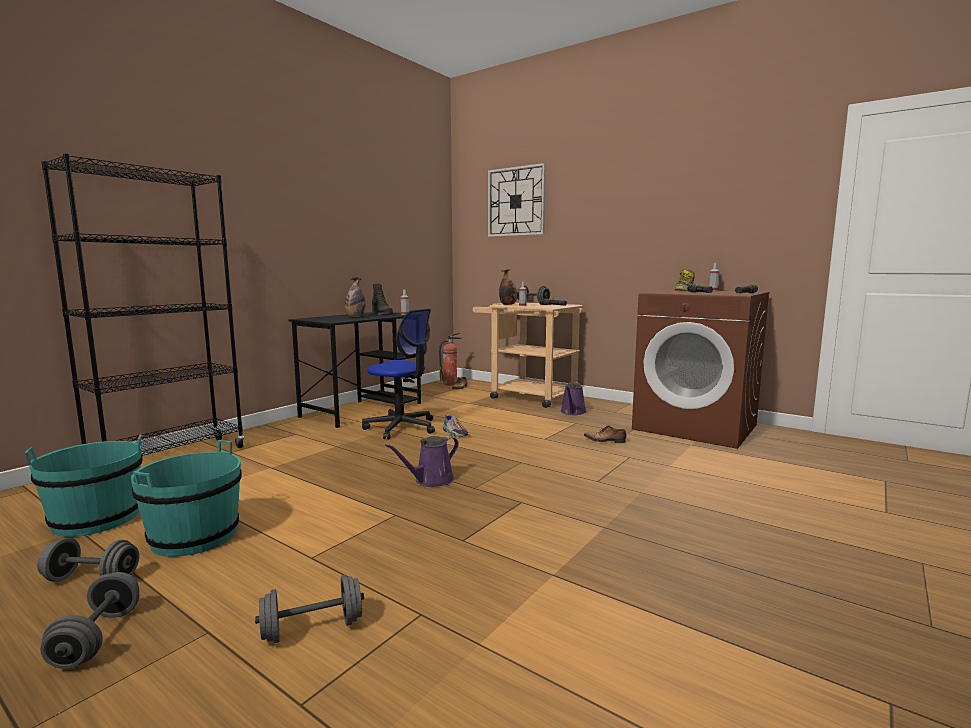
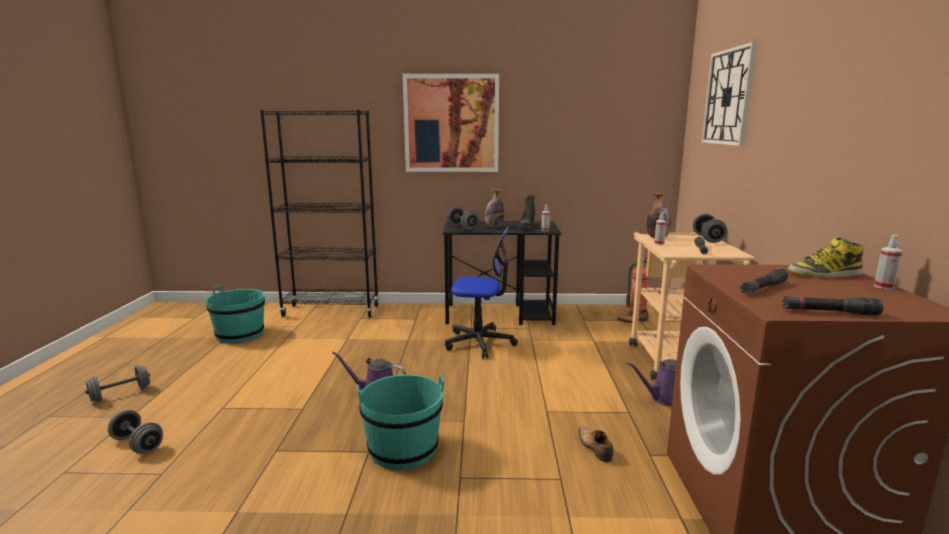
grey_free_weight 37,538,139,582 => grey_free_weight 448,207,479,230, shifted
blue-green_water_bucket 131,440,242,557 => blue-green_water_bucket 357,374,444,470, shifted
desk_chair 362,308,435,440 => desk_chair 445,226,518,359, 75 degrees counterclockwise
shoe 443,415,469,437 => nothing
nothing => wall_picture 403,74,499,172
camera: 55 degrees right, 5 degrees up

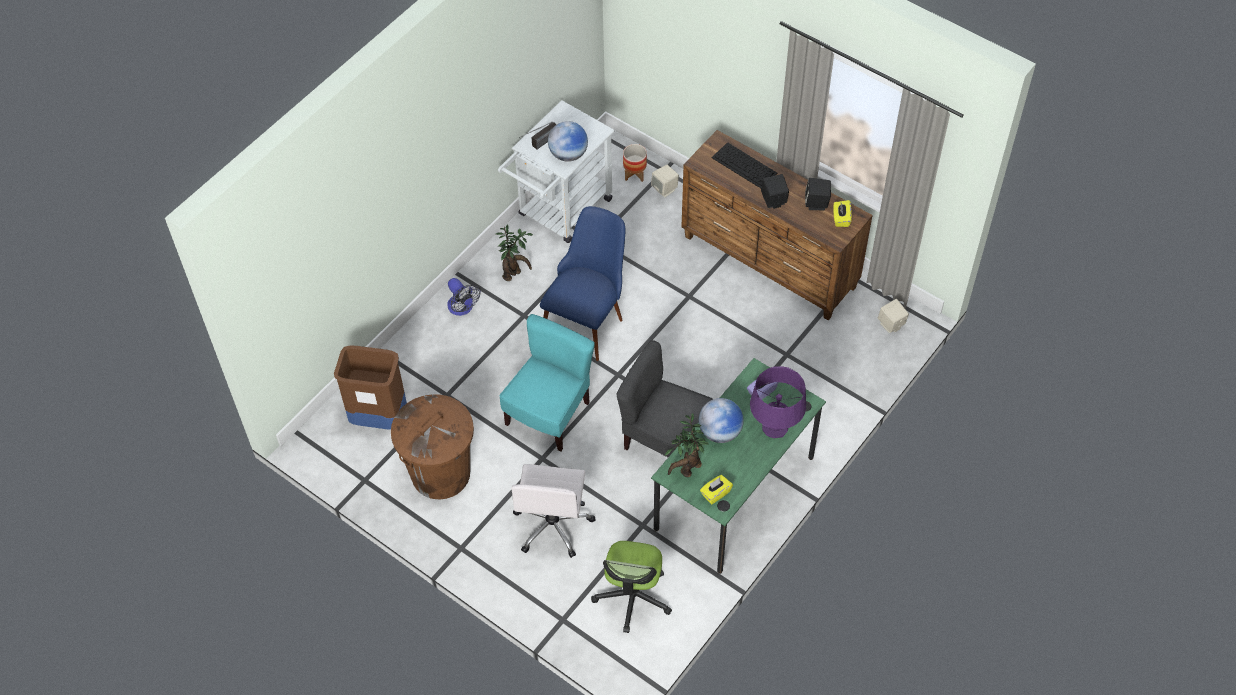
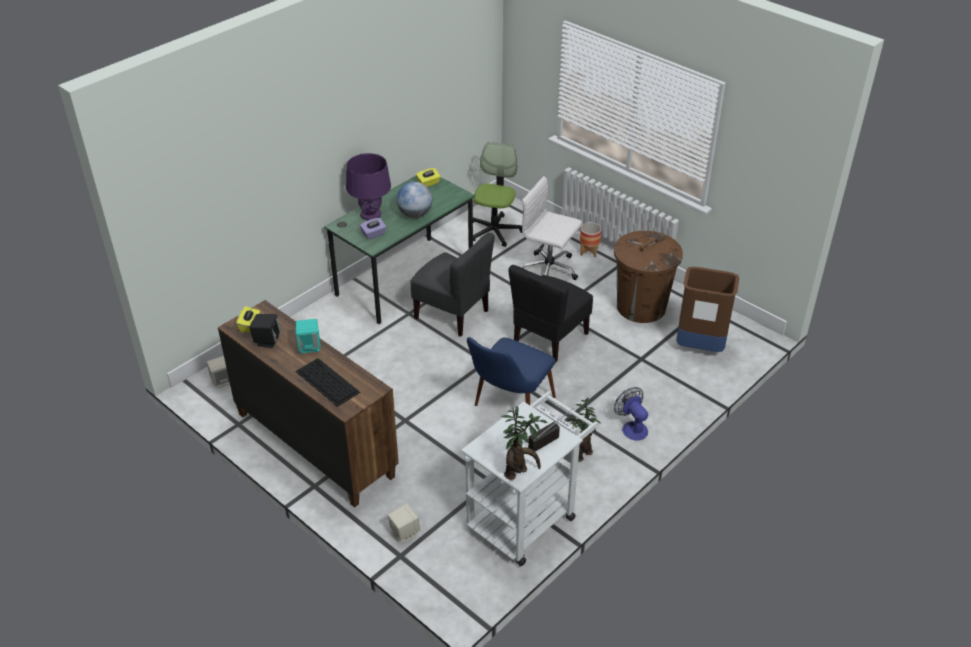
blue-green_upright_chair 500,314,595,452 => blackish_upright_chair 508,265,593,363
white_desk_chair 511,464,595,558 => white_desk_chair 522,176,582,280, 75 degrees counterclockwise
world_globe 548,121,588,162 => nothing
planter 623,144,647,182 => planter 580,222,602,257, shifted
potted_plant 664,413,708,477 => potted_plant 501,406,548,480, shifted
blackish_audio_speaker 761,174,789,209 => blue-green_audio_speaker 296,319,321,353
camera: 175 degrees left, 15 degrees down

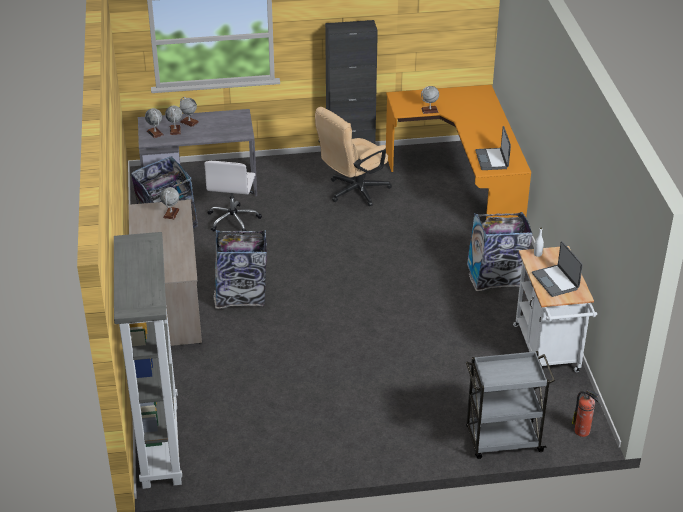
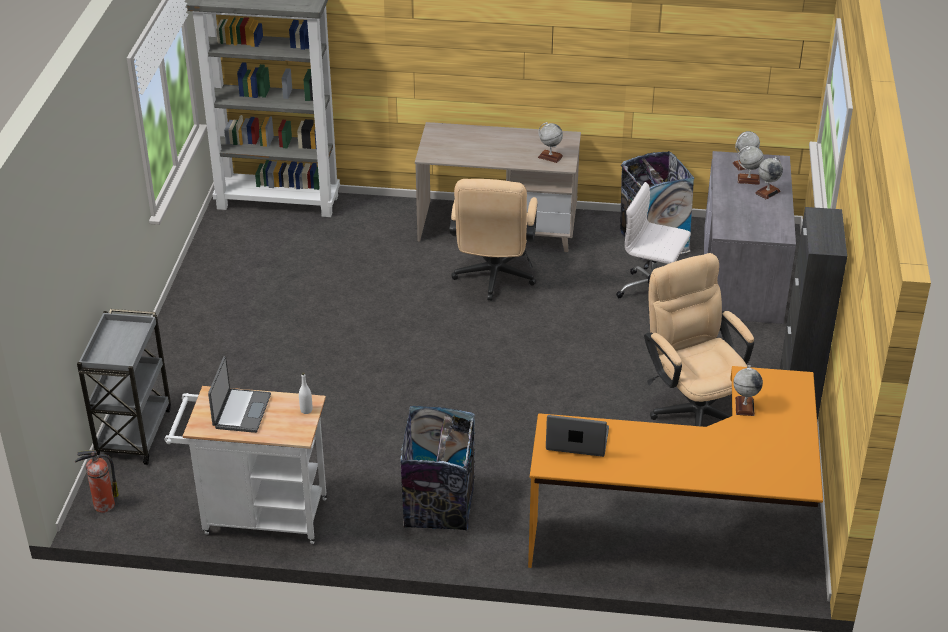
waste_bin 213,230,267,309 => beige_desk_chair 449,179,538,300
notebook_computer 532,241,583,297 => notebook_computer 208,356,271,433, 105 degrees clockwise
camera: 105 degrees right, 0 degrees up

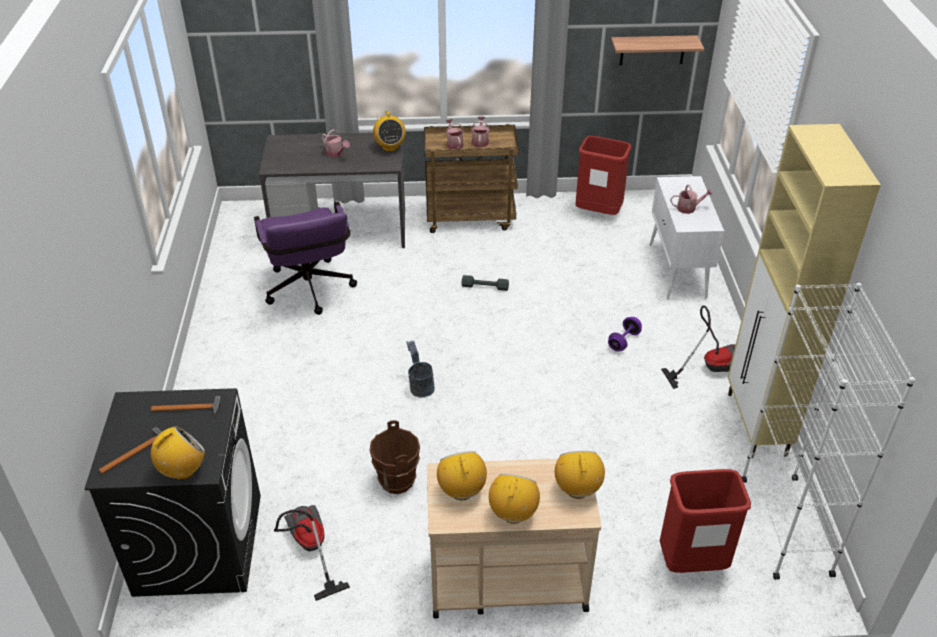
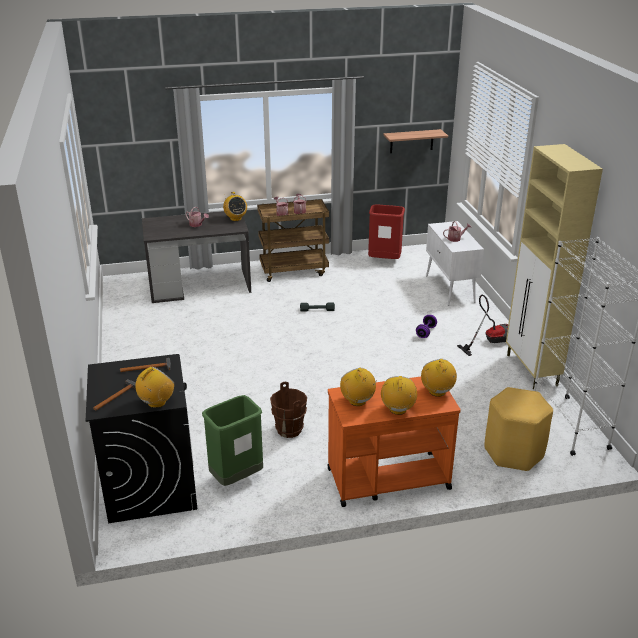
purplish_desk_chair 254,201,357,315 => nothing
hoover 274,505,350,601 => green_waste_bin 202,395,263,486
grey_water_bucket 406,341,435,398 => nothing
beige_trolley 427,459,601,619 => orange-coloured_trolley 328,377,461,507
reddish_waste_bin 660,469,751,573 => yellow-coloured_stool 484,387,553,471
camera: 10 degrees left, 10 degrees down

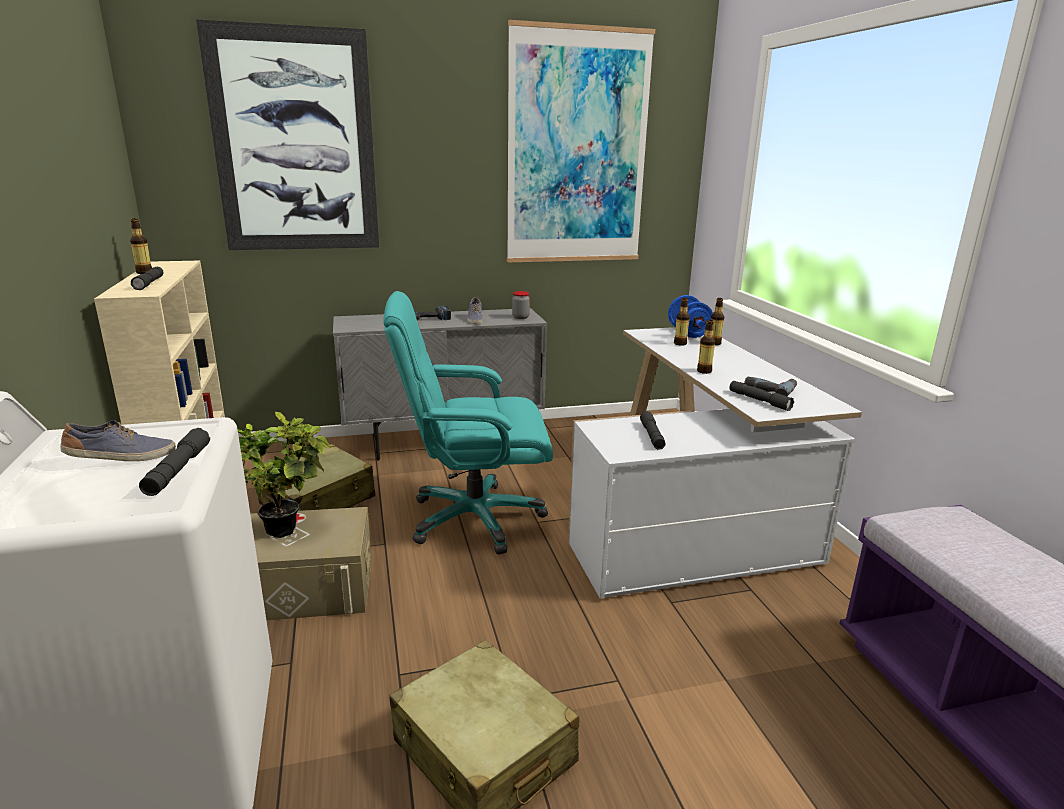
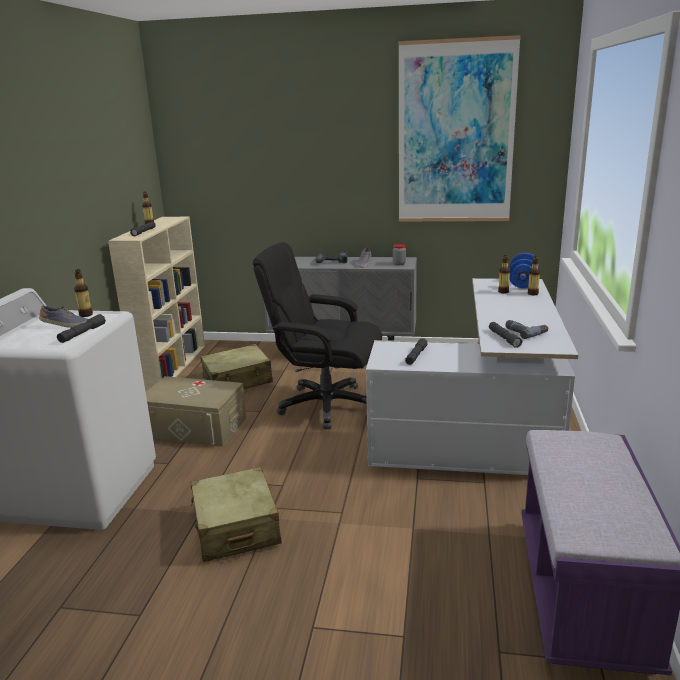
wall_picture 196,20,379,250 => nothing
potted_plant 238,412,330,538 => nothing
blue-green_desk_chair 383,291,553,554 => blackish_desk_chair 253,242,382,429
drink_bottle 697,320,715,374 => drink_bottle 74,269,93,317, shifted
camera: 25 degrees right, 0 degrees up

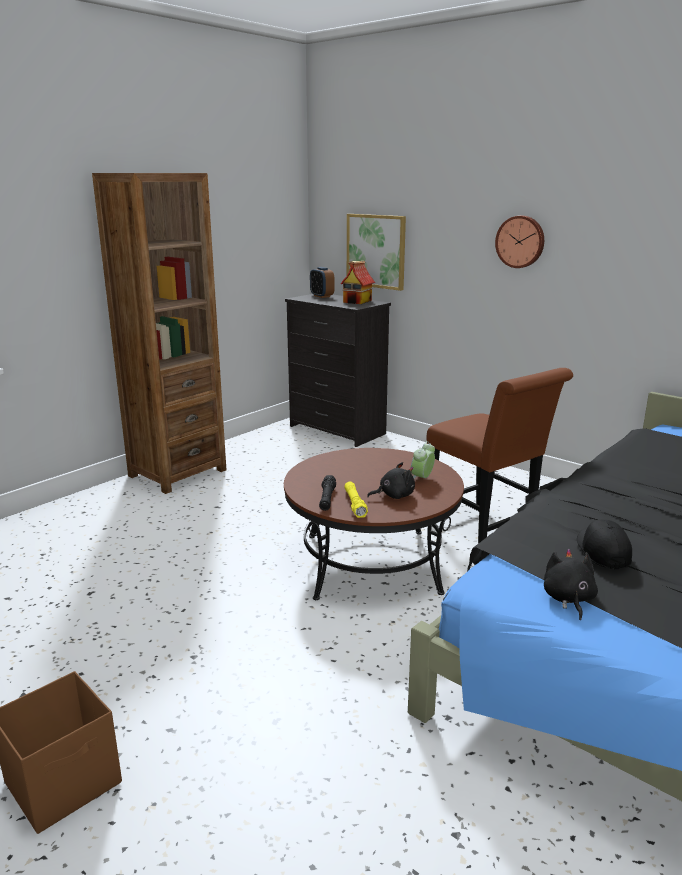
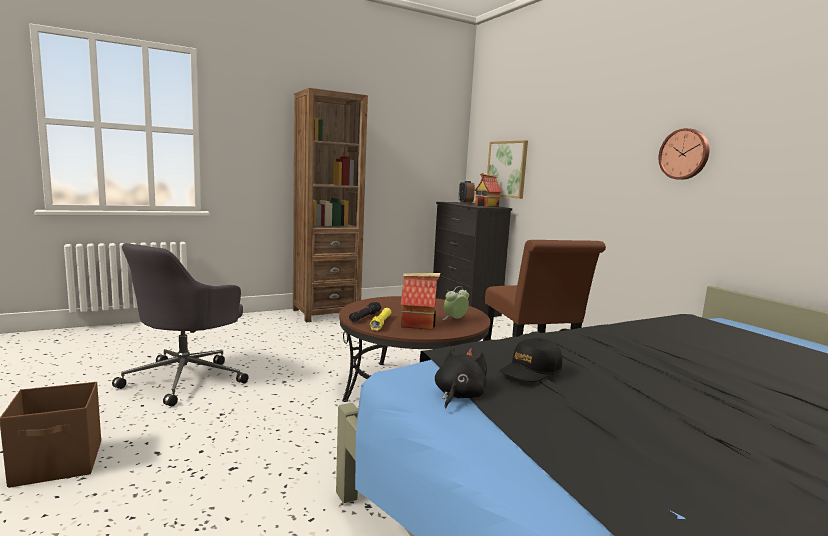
blackish_cuddly_toy 367,462,415,499 => miniature_house 401,273,441,330
clock_on_the_wall 495,216,544,268 => clock_on_the_wall 659,128,709,180, shifted
blackish_peaked_cap 577,519,632,569 => blackish_peaked_cap 500,338,563,382, 150 degrees counterclockwise
nothing => grey_desk_chair 112,243,249,406
camera: 20 degrees right, 10 degrees down

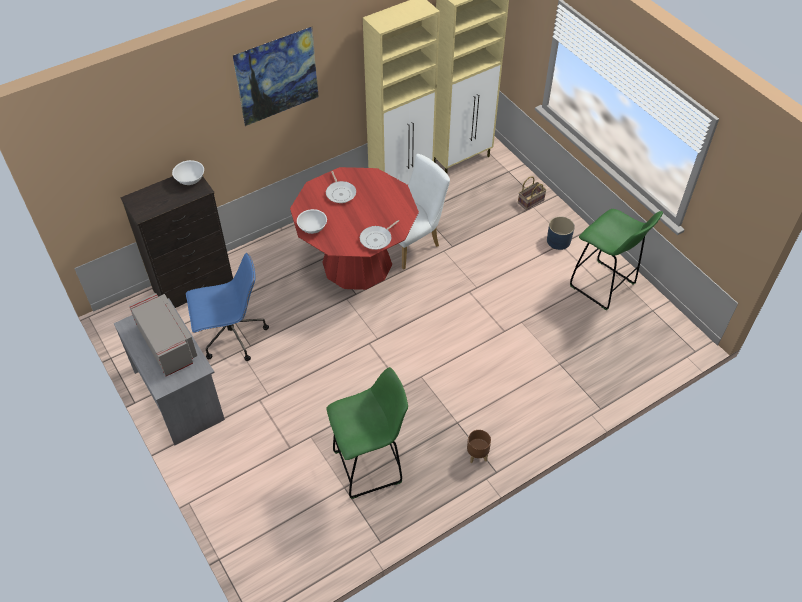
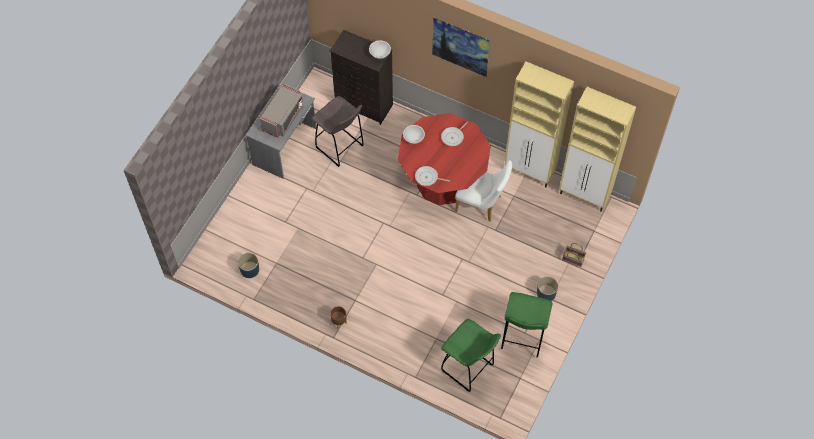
bluish_desk_chair 186,253,269,361 => grey_stool 311,96,364,167
green_stool 326,367,408,499 => green_stool 441,319,501,392, shifted
nothing => bluish_planter 238,253,259,278
camera: 60 degrees right, 10 degrees up

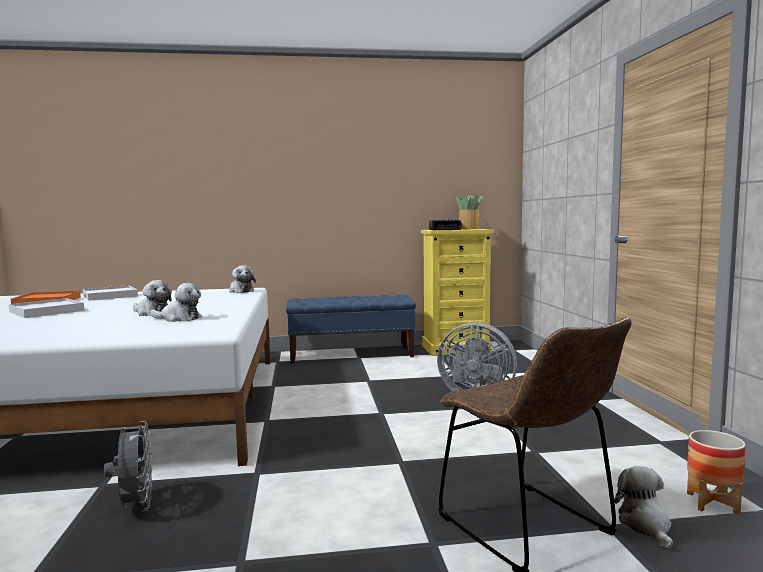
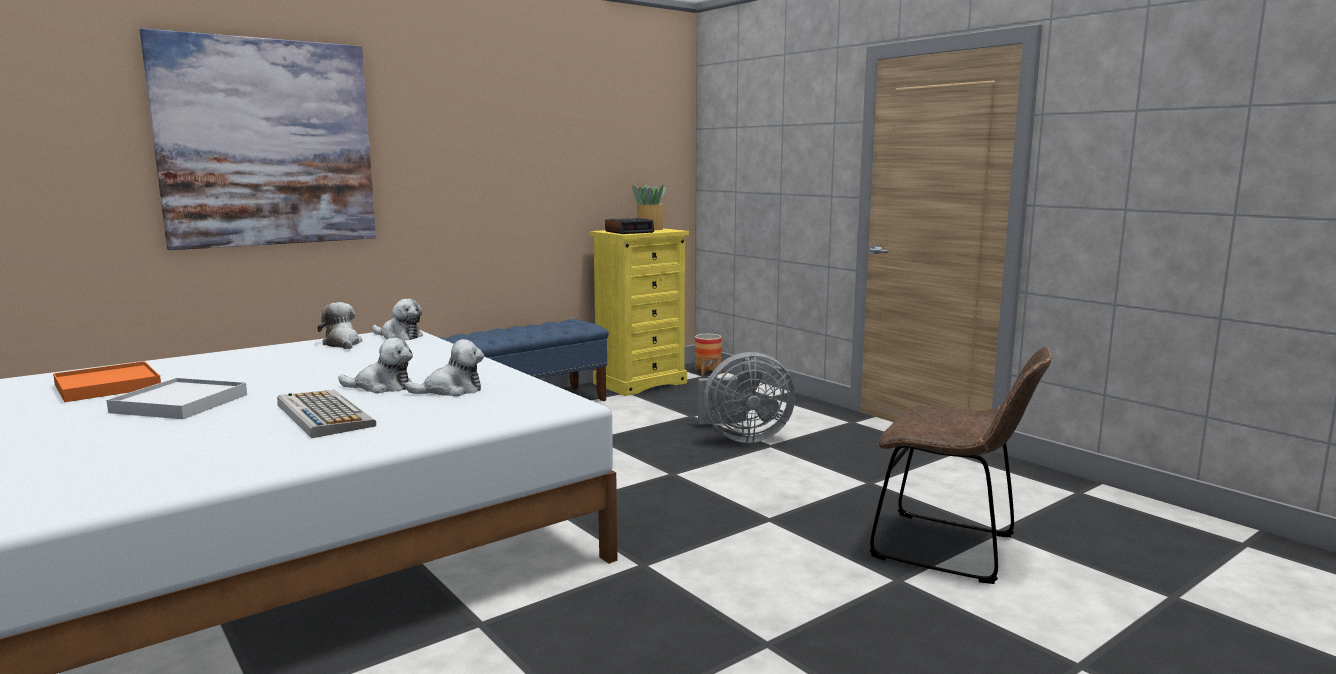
white_tray 83,286,138,301 => nothing
grey_cooling_fan 104,421,153,512 => nothing
cuddly_toy 614,466,673,549 => cuddly_toy 317,302,362,349, shifted
planter 687,430,746,515 => planter 695,334,722,376, shifted
nothing => wall_picture 140,28,376,250
nothing => keyboard 277,390,376,438
camera: 30 degrees left, 5 degrees up

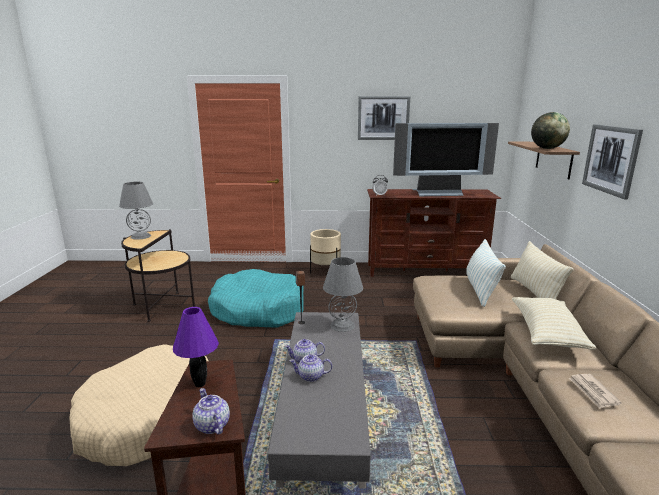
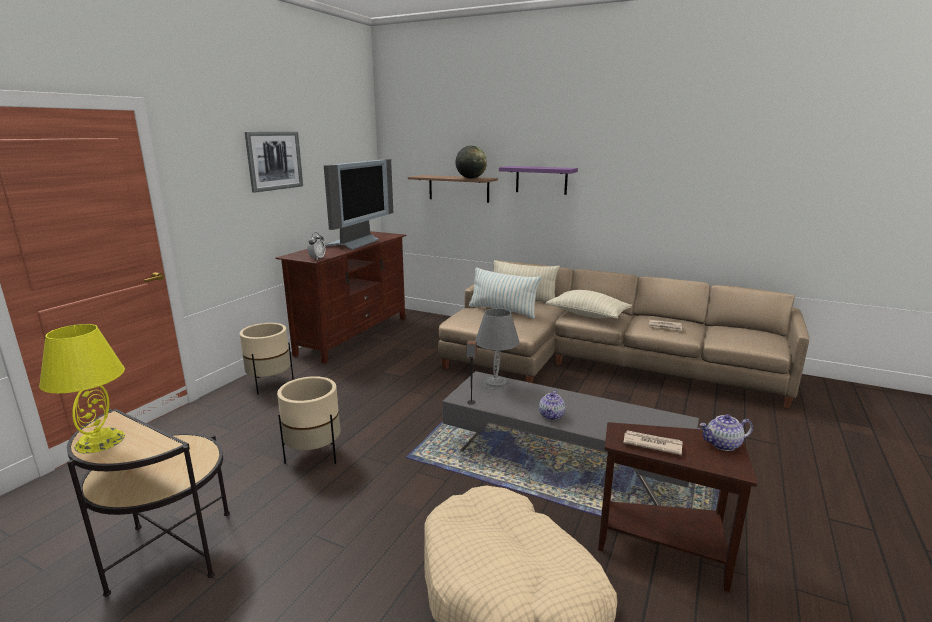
grey_table_lamp 119,182,153,240 => yellow-coloured_table_lamp 39,324,125,454
purplish_table_lamp 173,307,219,387 => printed_paper 624,430,683,455
blue-green_pet_bed 208,269,304,328 => beige_planter 277,376,341,464
pot_for_tea 289,354,332,382 => nothing
wall_picture 582,124,643,199 => purplish_shelf 499,166,578,195
camera: 65 degrees left, 0 degrees up

